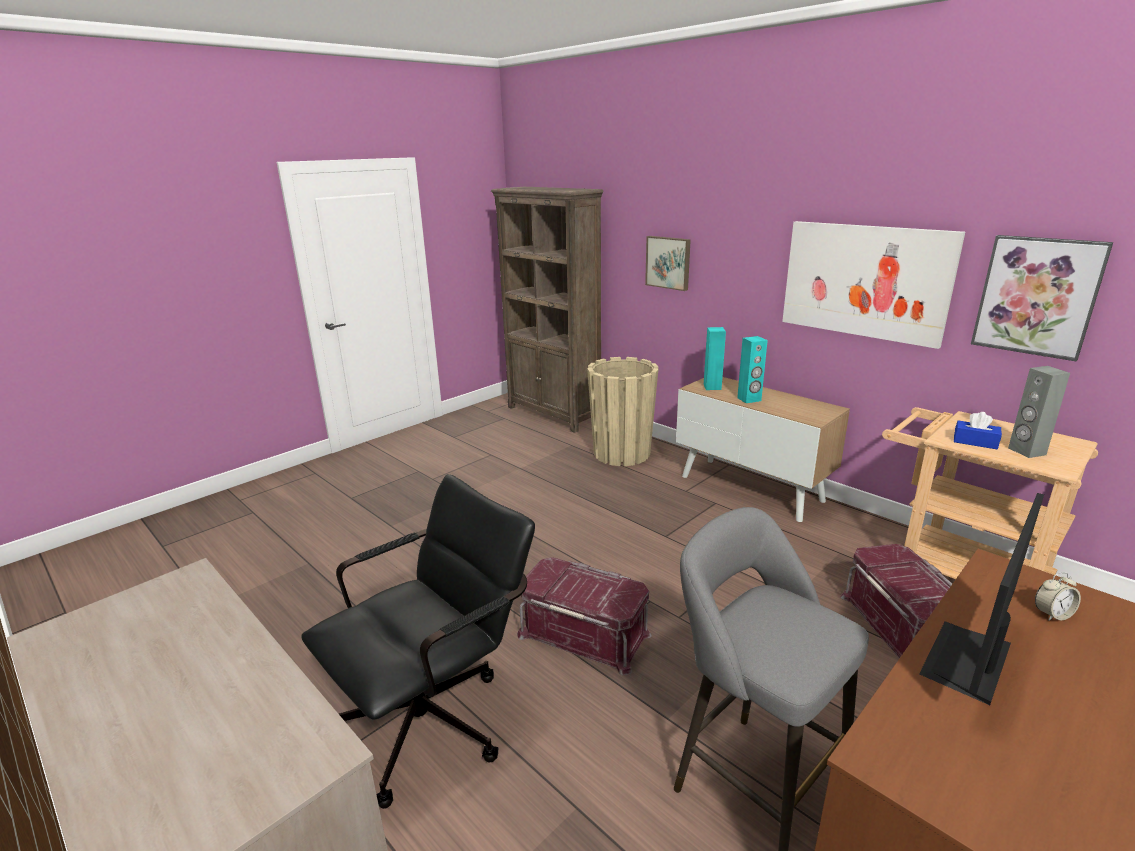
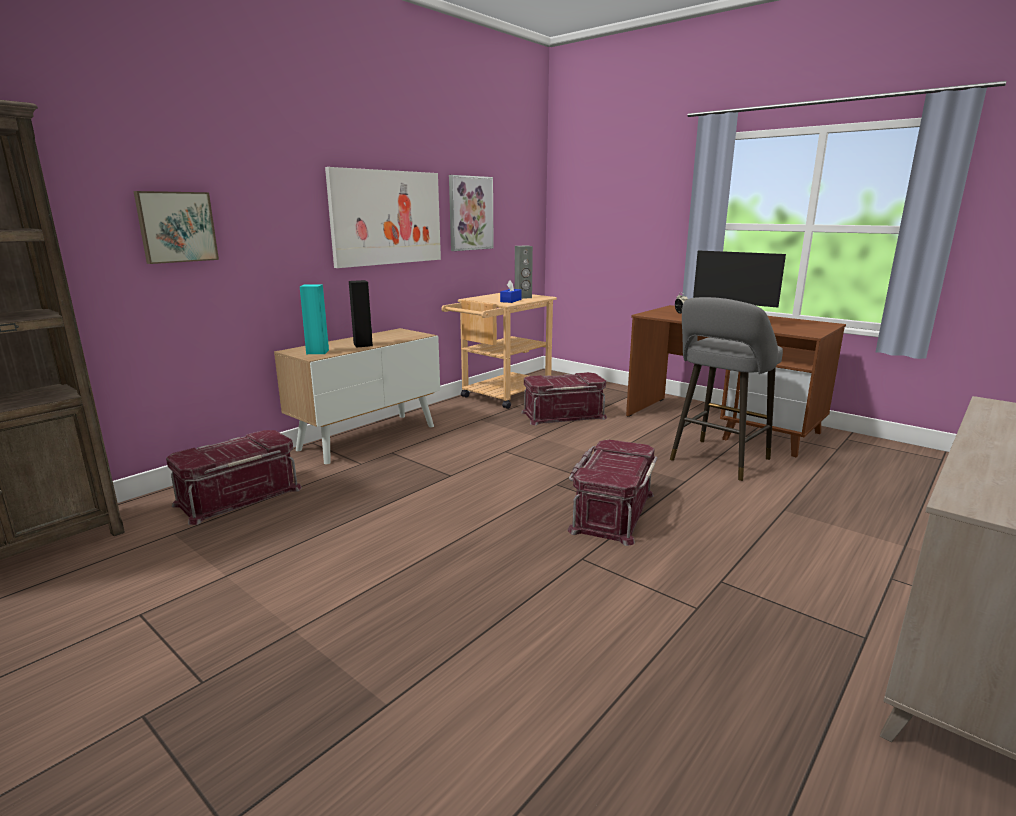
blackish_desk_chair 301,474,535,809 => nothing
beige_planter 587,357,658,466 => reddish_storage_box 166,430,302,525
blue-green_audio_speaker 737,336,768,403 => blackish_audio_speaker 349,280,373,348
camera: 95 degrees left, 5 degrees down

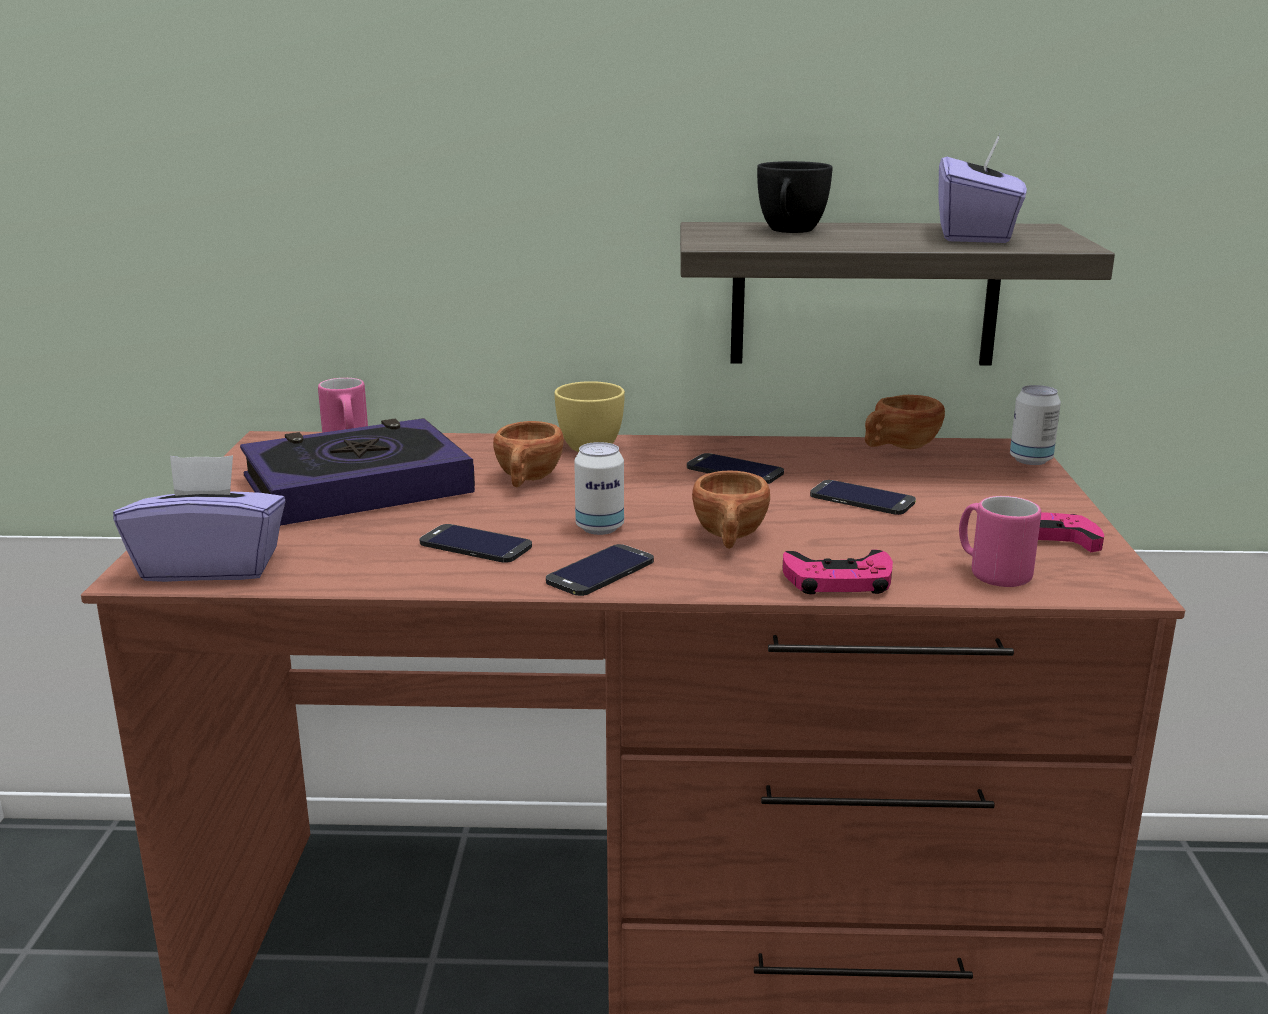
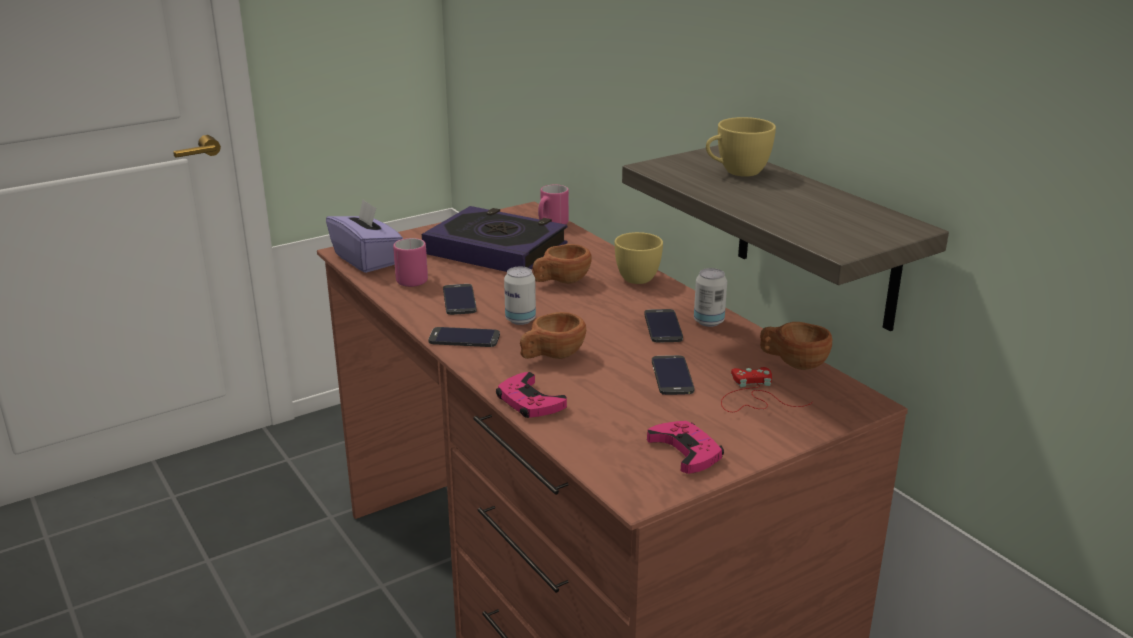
blackish_cup 757,161,833,233 => yellow-coloured_cup 706,117,776,177
purplish_box_of_tissues 938,135,1027,243 => nothing
pinkish_tea_mug 959,496,1041,587 => pinkish_tea_mug 393,238,428,287, shifted
can 1010,385,1061,465 => can 694,268,727,327, shifted
nothing => reddish_gamepad 721,367,813,412
camera: 55 degrees right, 5 degrees up

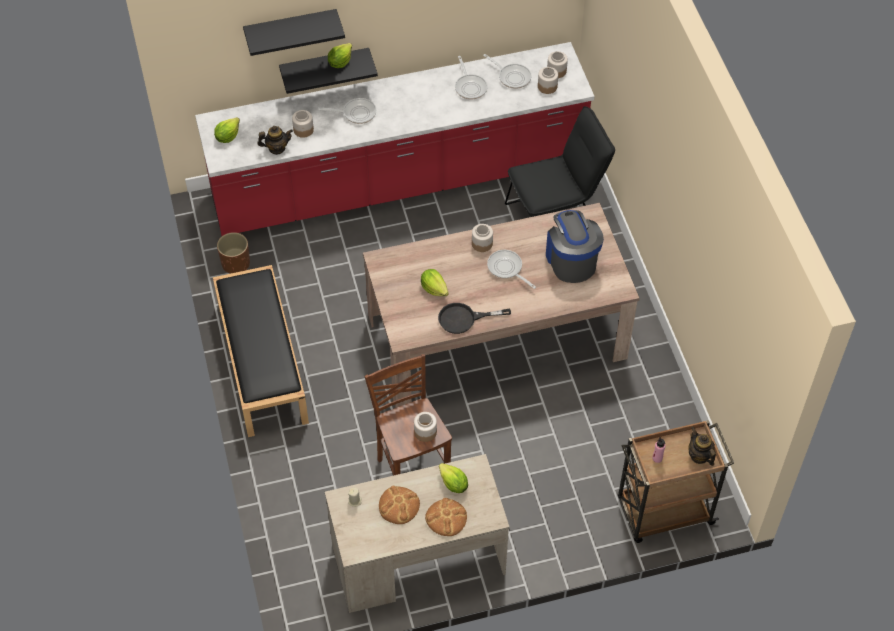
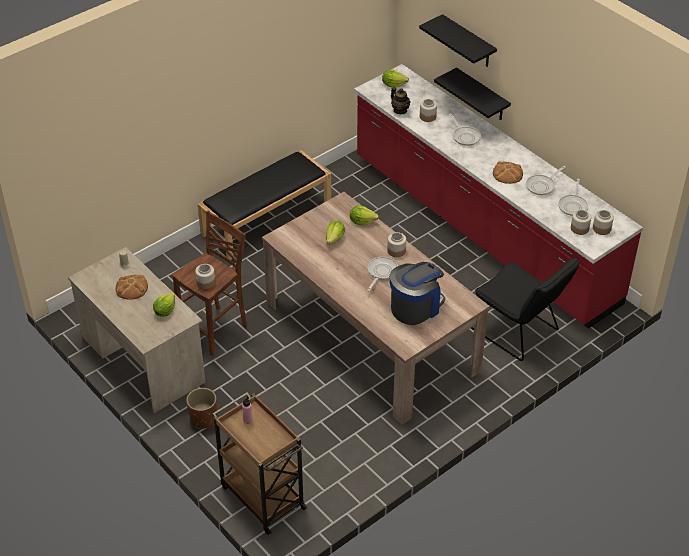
brown_planter 217,232,250,274 => brown_planter 186,388,217,429, shifted
lettuce 328,43,352,68 => lettuce 350,205,379,226, shifted
bakery_bread 425,498,467,536 => bakery_bread 493,161,523,184, shifted
blackish_frying_pan 438,303,511,334 => nothing
pot_for_tea 688,427,716,466 => nothing
camera: 65 degrees right, 10 degrees down

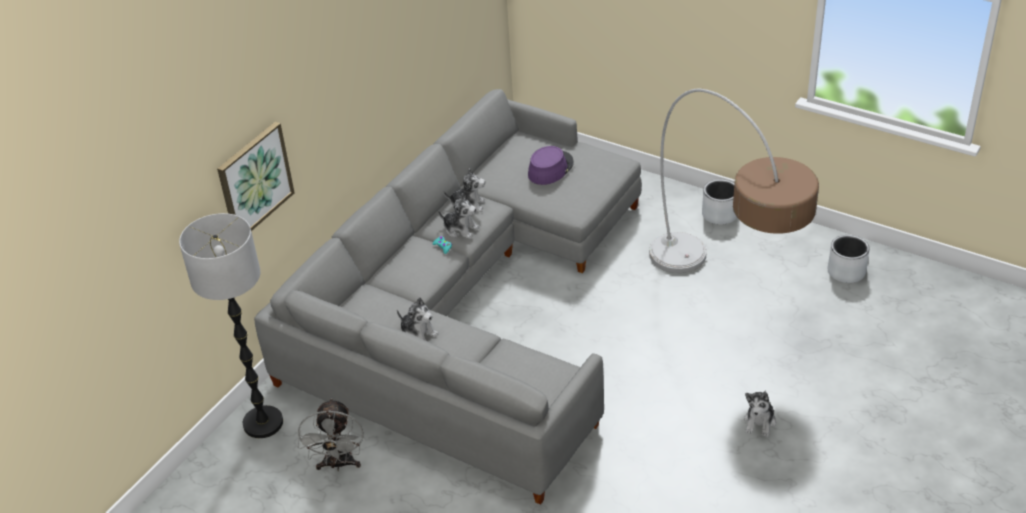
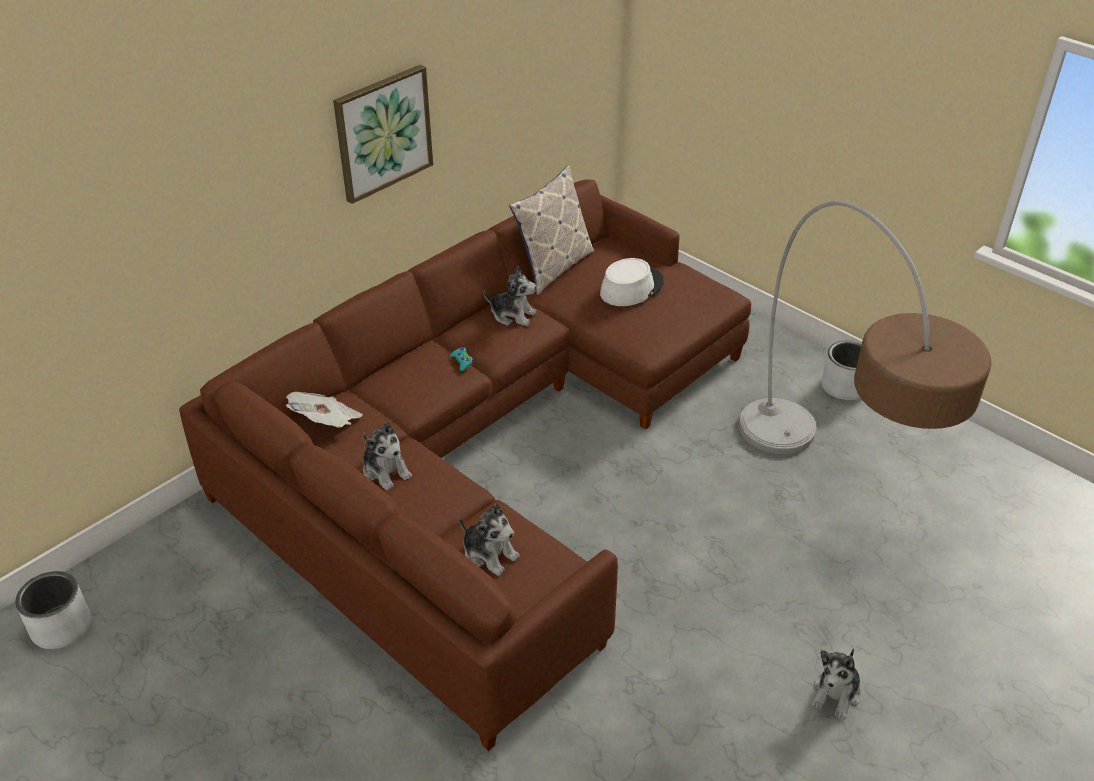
standard_lamp 179,213,283,438 => nothing
wall_picture 217,122,295,231 => wall_picture 333,65,433,204, shifted
grey_settee 254,89,642,505 => brown_settee 179,179,751,751
grey_cooling_fan 298,398,364,471 => nothing
cuddly_toy 438,193,479,239 => cuddly_toy 459,503,520,576, shifted
purplish_clothing_hat 528,146,574,185 => white_clothing_hat 600,258,664,306
grey_planter 828,235,870,283 => grey_planter 15,571,91,649, shifted
nothing => printed_paper 286,392,363,428
nothing => cushion 509,165,594,295
camera: 10 degrees right, 0 degrees up

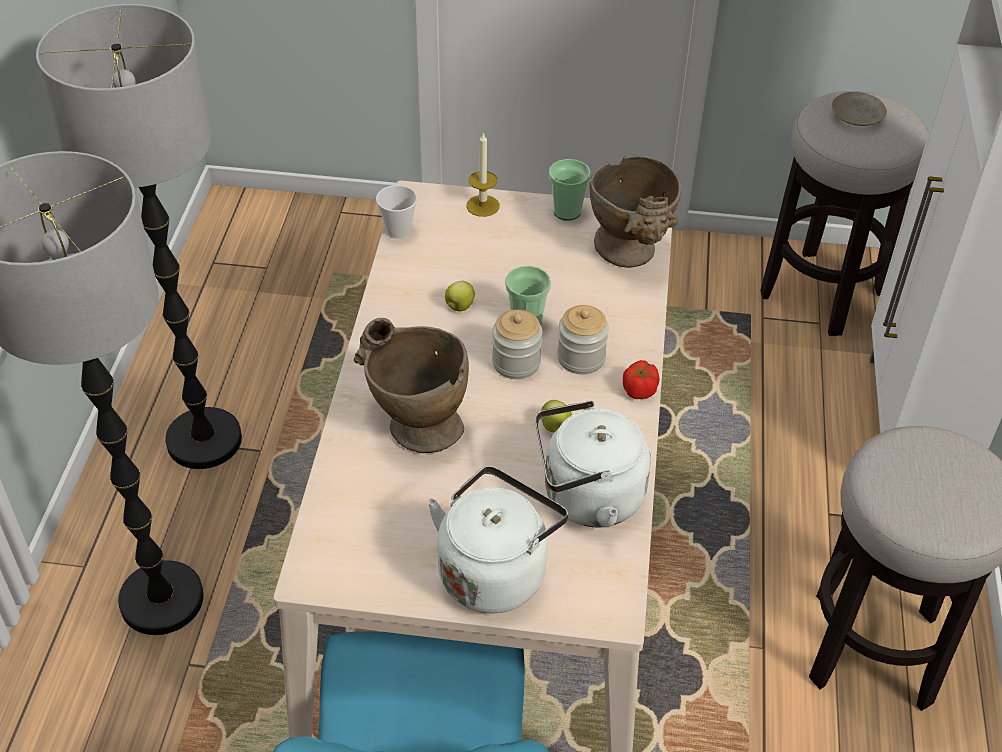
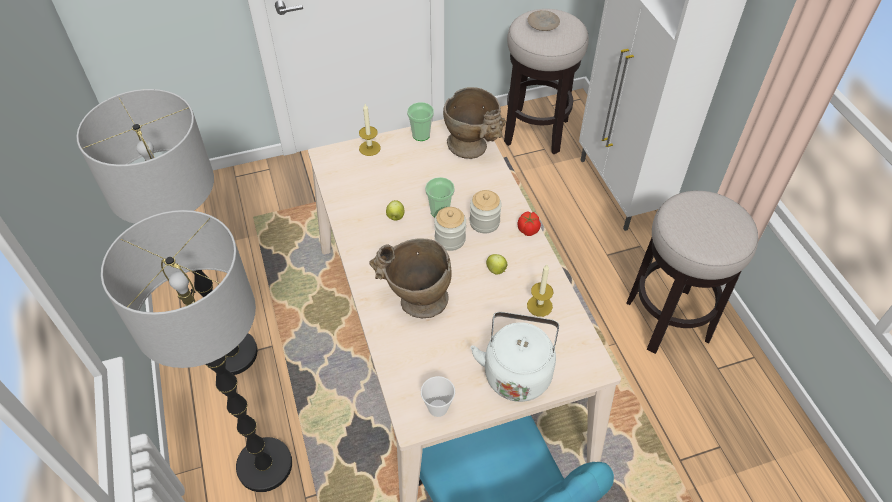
cup 376,185,418,239 => cup 421,376,455,417, shifted
white_tea_kettle 535,400,651,528 => wax_light 527,264,553,317
camera: 25 degrees left, 5 degrees up

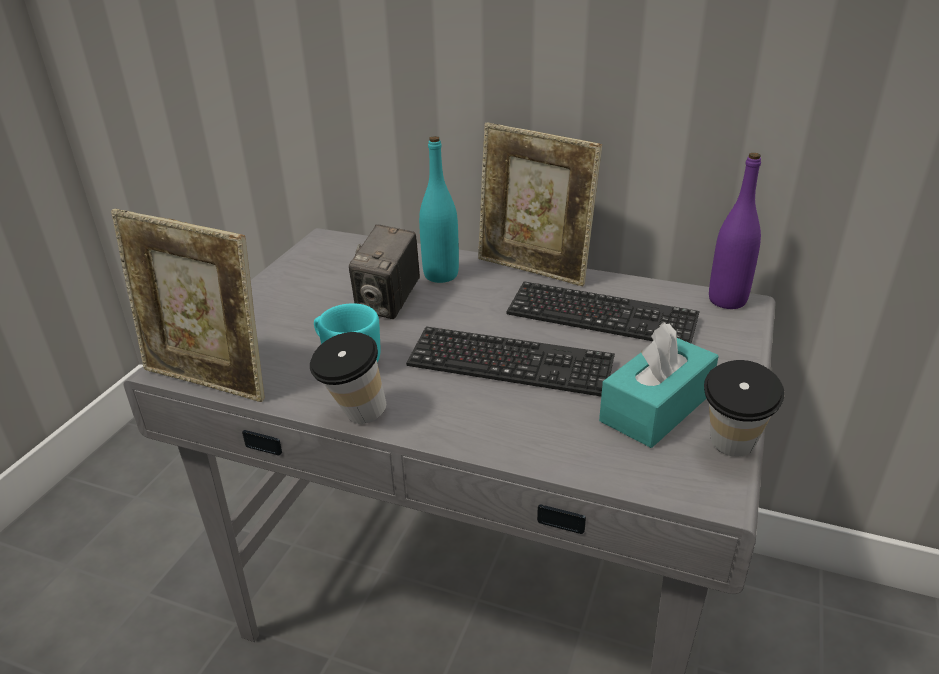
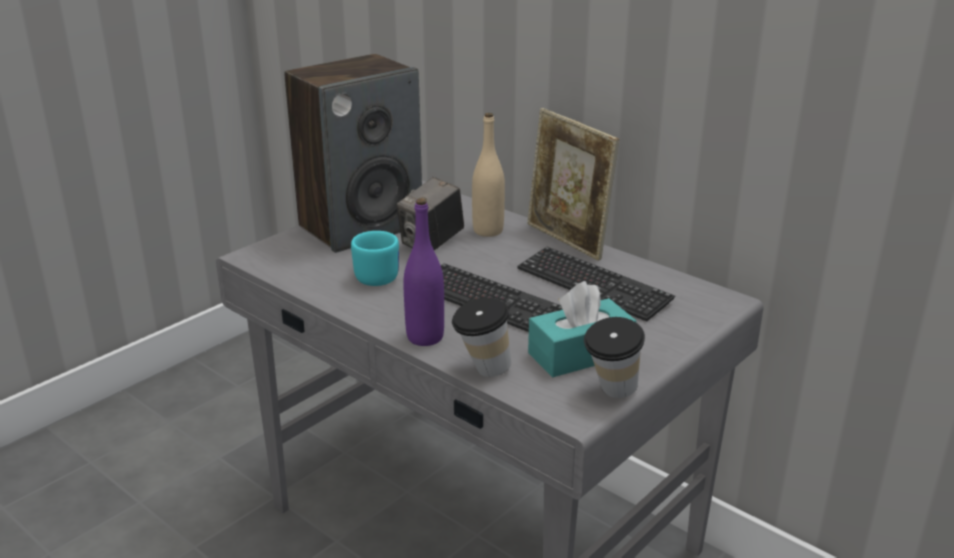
picture_frame 111,209,265,402 => nothing
cup 310,332,386,424 => cup 452,298,511,377, shifted
blue-green_drink_bottle 419,136,459,283 => beige_drink_bottle 472,113,505,237
purplish_drink_bottle 709,153,761,309 => purplish_drink_bottle 404,198,444,346, shifted
nothing => audio_speaker 284,54,422,253
camera: 20 degrees right, 5 degrees down

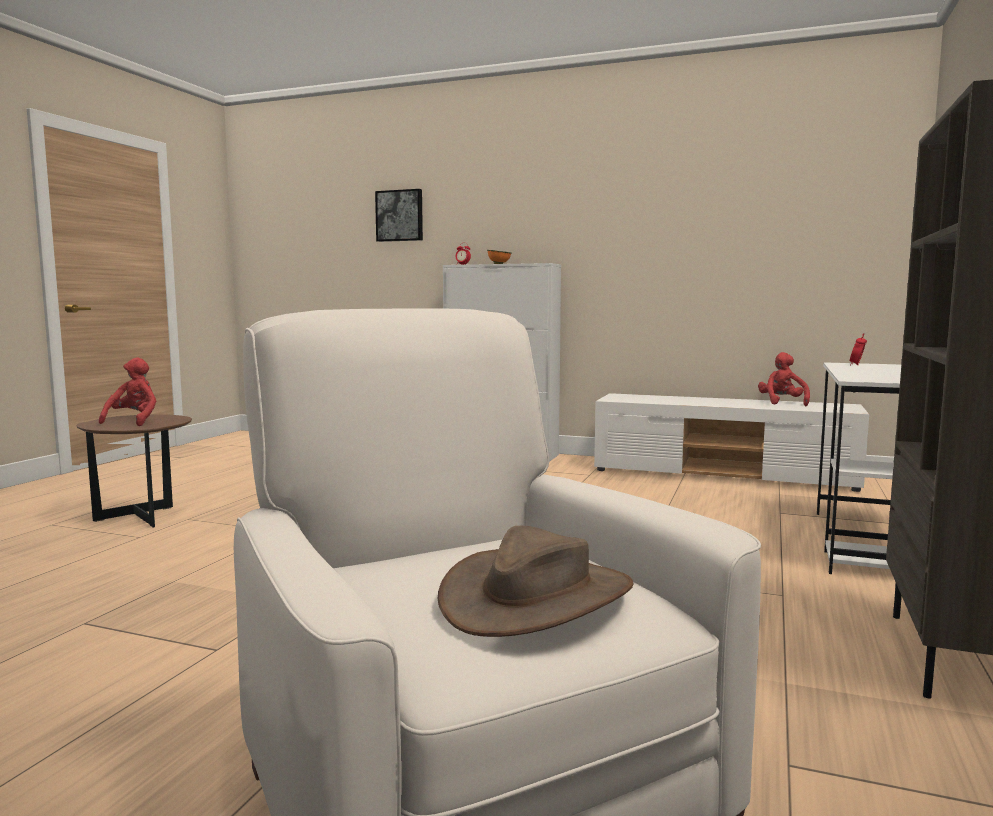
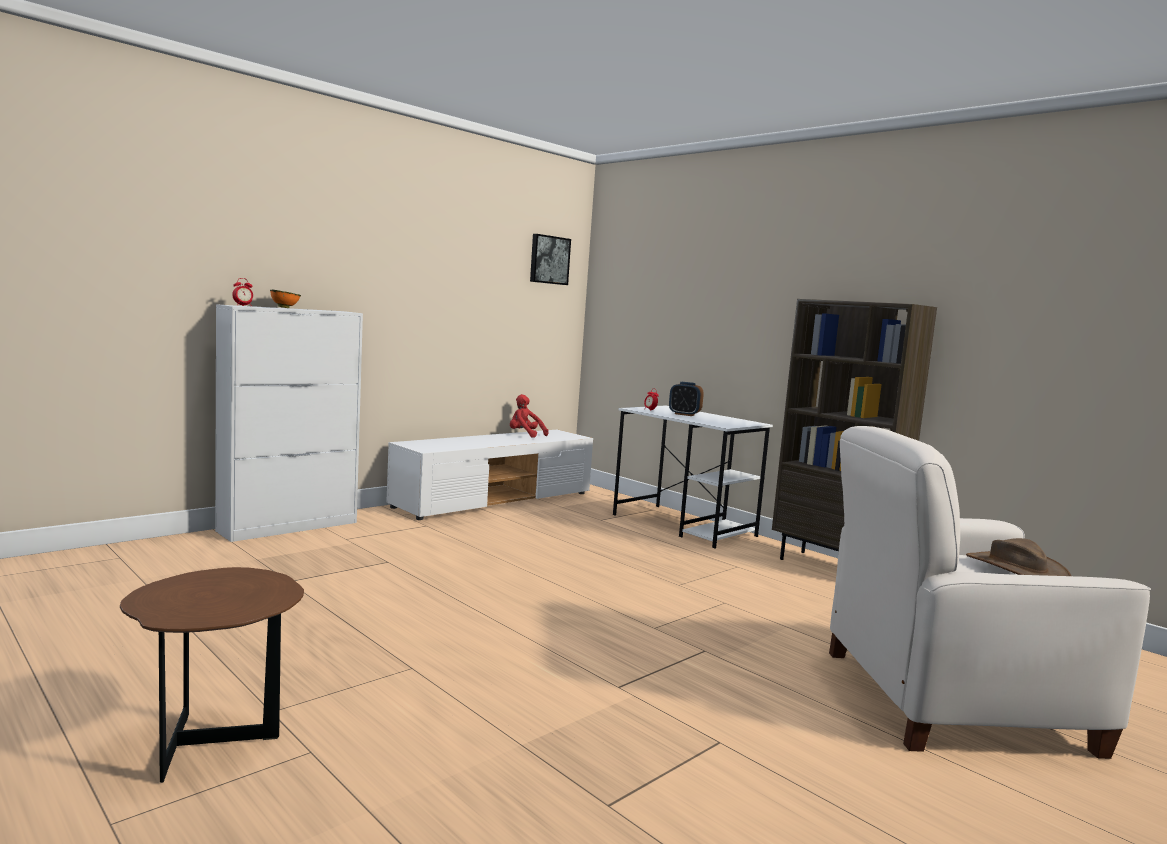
reddish_cuddly_toy 99,357,156,426 => nothing
wall_picture 375,189,423,242 => wall_picture 530,234,571,285, shifted
nothing => alarm_clock 669,382,704,416
camera: 65 degrees left, 0 degrees up

